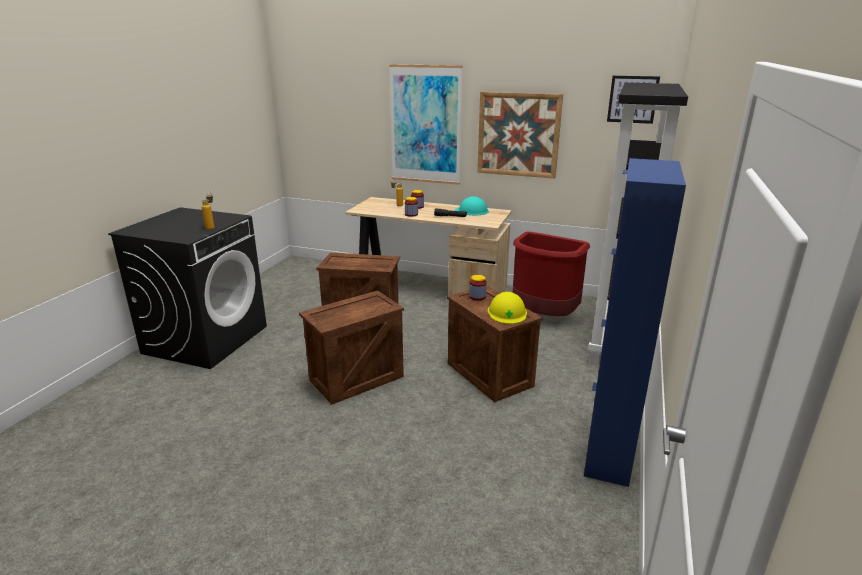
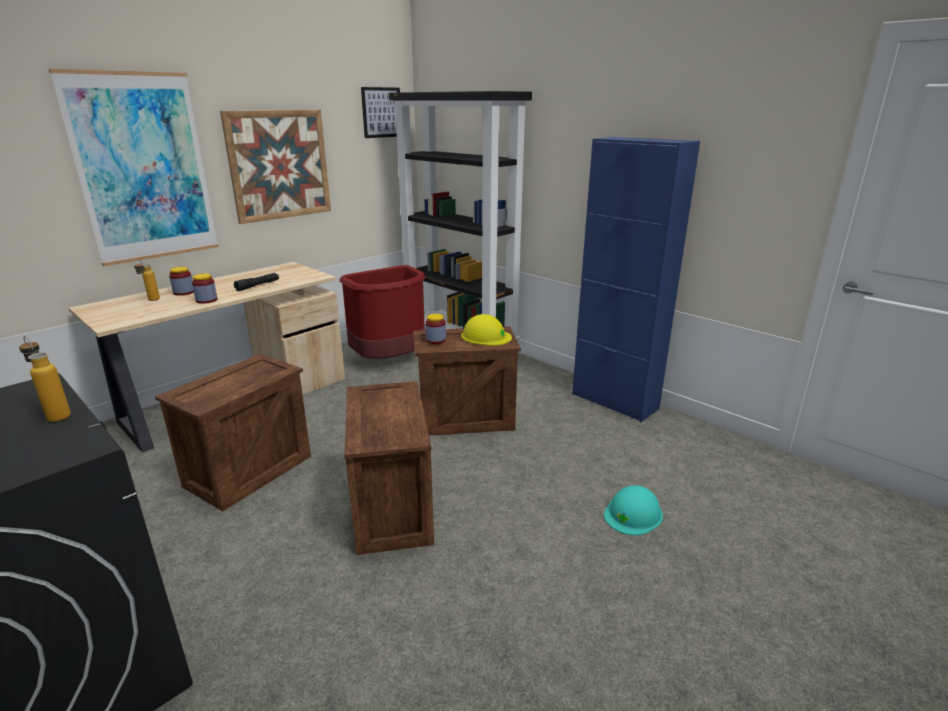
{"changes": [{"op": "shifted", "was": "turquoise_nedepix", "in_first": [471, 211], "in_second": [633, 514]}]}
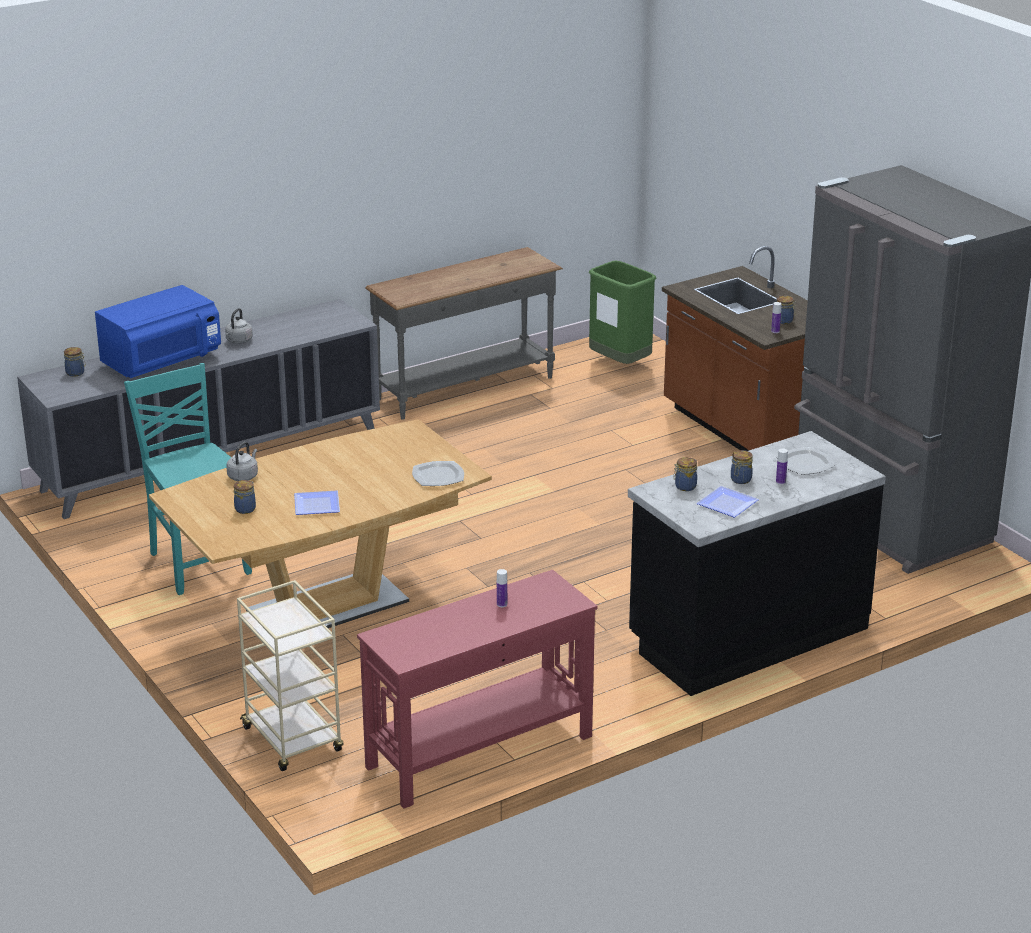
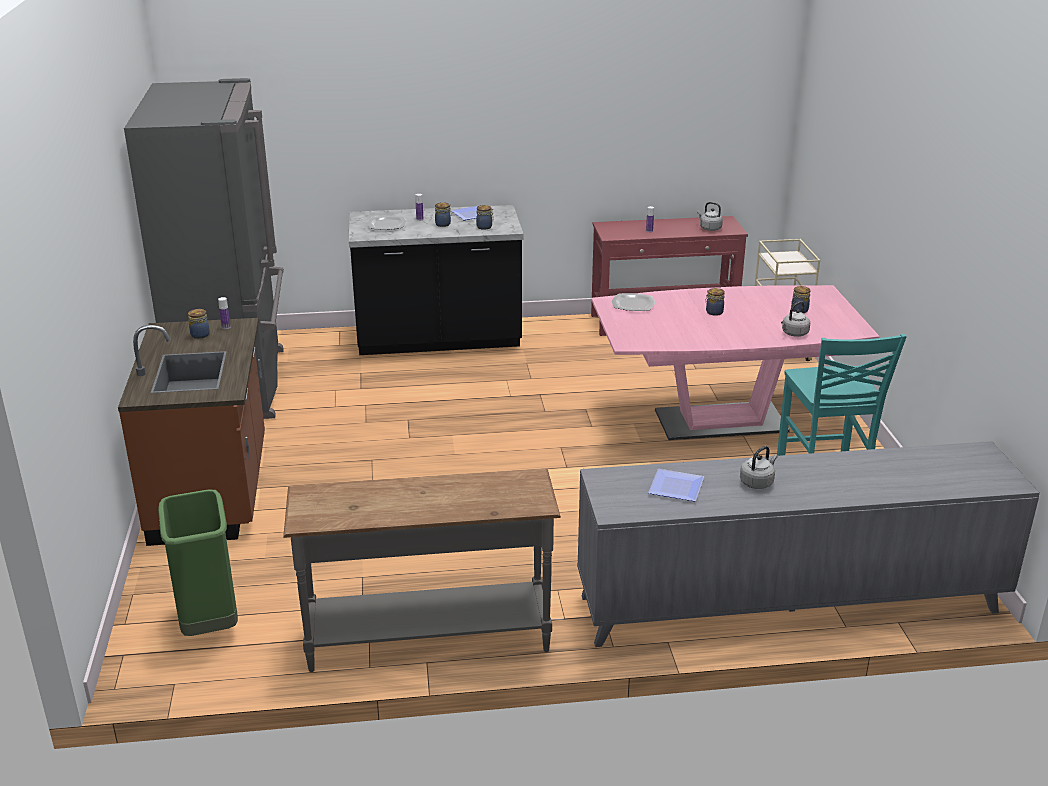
{"changes": [{"op": "gone", "was": "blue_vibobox", "in_first": [162, 361]}, {"op": "new", "now": "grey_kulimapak", "in_second": [709, 228]}, {"op": "shifted", "was": "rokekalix", "in_first": [76, 373], "in_second": [713, 312]}, {"op": "shifted", "was": "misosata", "in_first": [318, 506], "in_second": [674, 486]}, {"op": "repainted", "was": "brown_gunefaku", "now": "pink_gunefaku", "in_first": [327, 607], "in_second": [721, 421]}]}
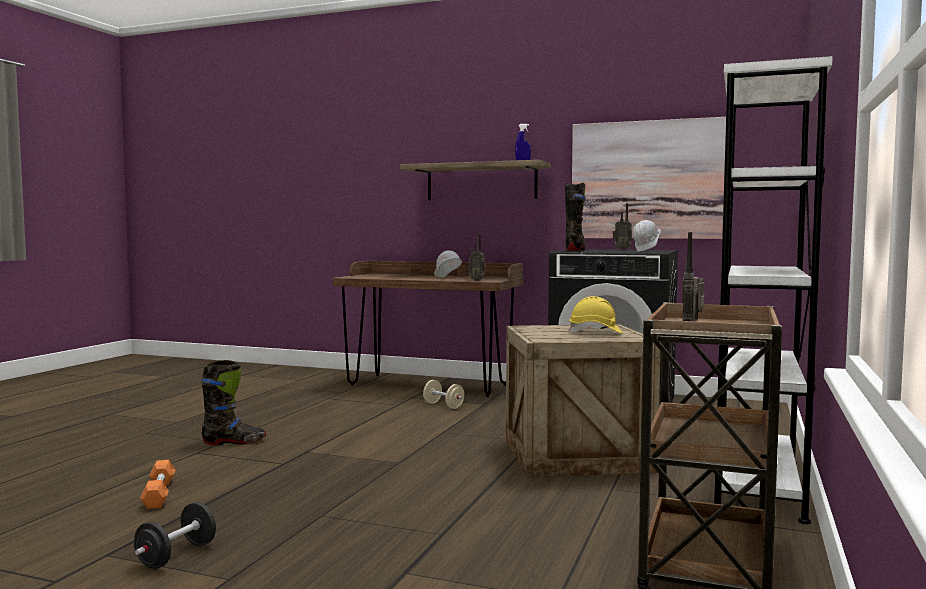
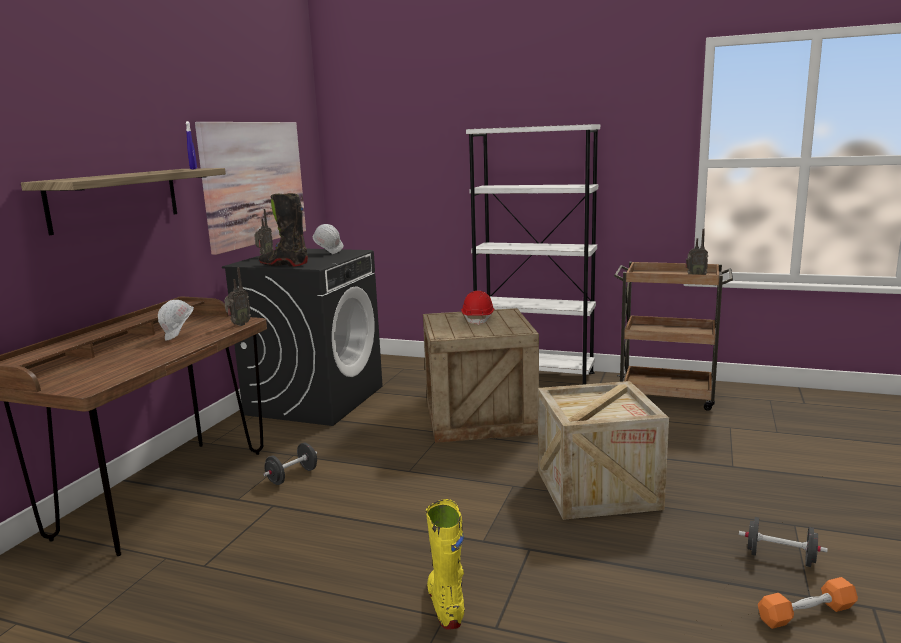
{"changes": [{"op": "new", "now": "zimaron", "in_second": [597, 489]}, {"op": "shifted", "was": "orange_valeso", "in_first": [159, 494], "in_second": [806, 613]}, {"op": "repainted", "was": "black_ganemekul", "now": "yellow_ganemekul", "in_first": [234, 442], "in_second": [446, 605]}, {"op": "repainted", "was": "beige_valeso", "now": "black_valeso", "in_first": [443, 406], "in_second": [292, 476]}, {"op": "repainted", "was": "yellow_nedepix", "now": "red_nedepix", "in_first": [595, 333], "in_second": [478, 319]}]}
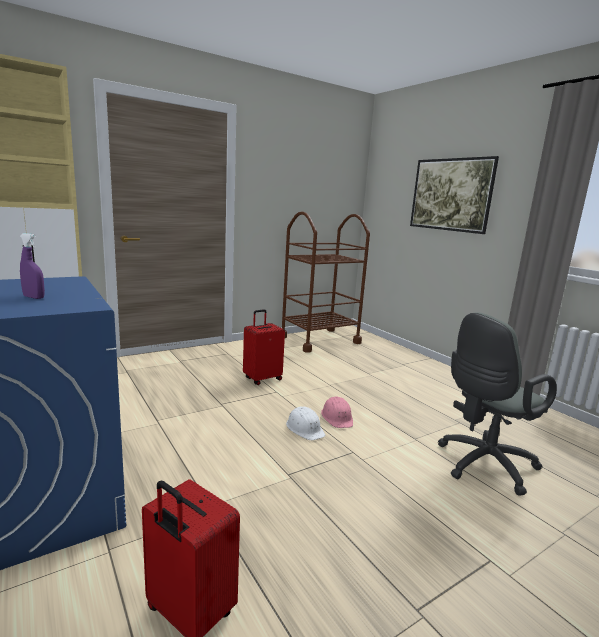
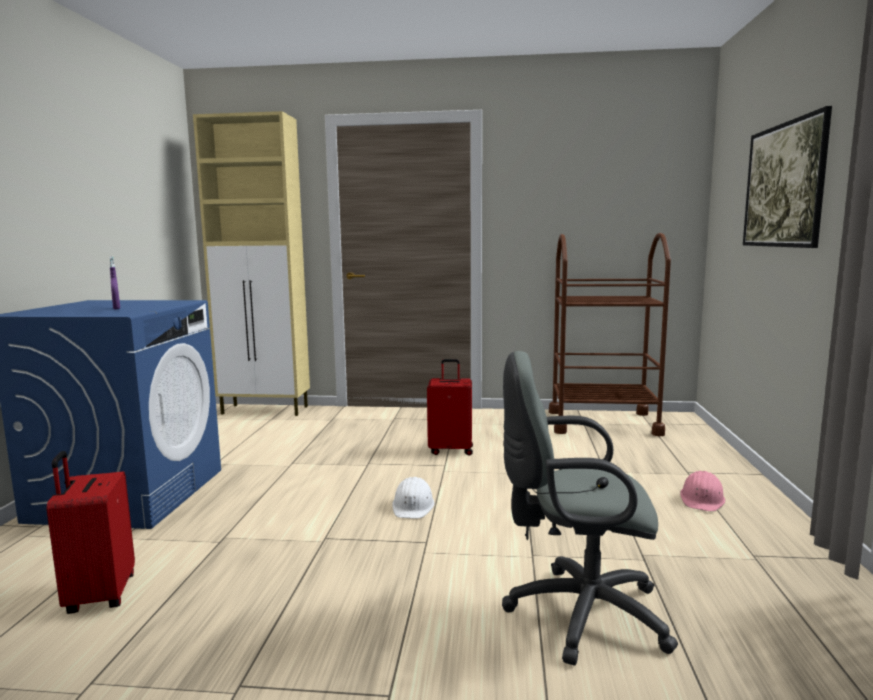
{"changes": [{"op": "shifted", "was": "pink_nedepix", "in_first": [337, 417], "in_second": [702, 499]}]}
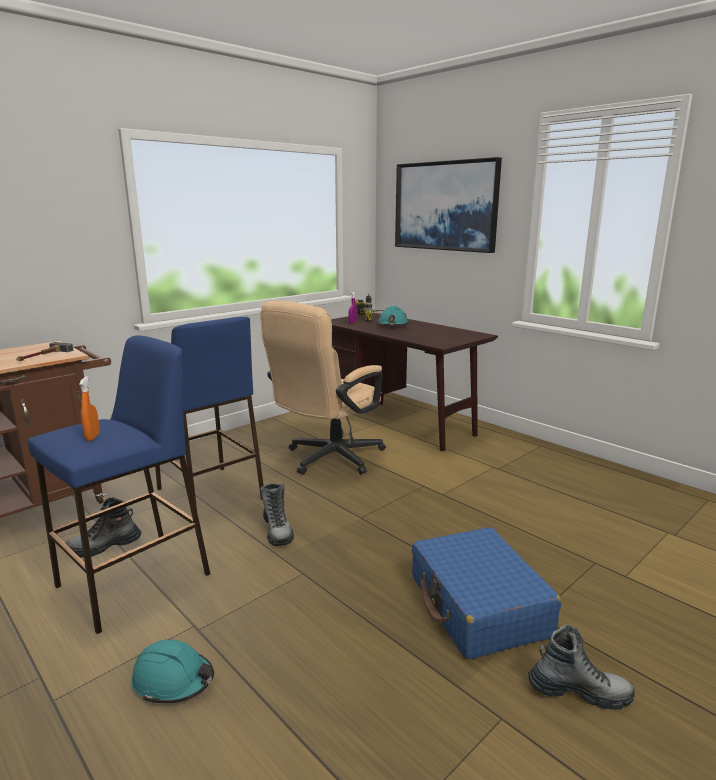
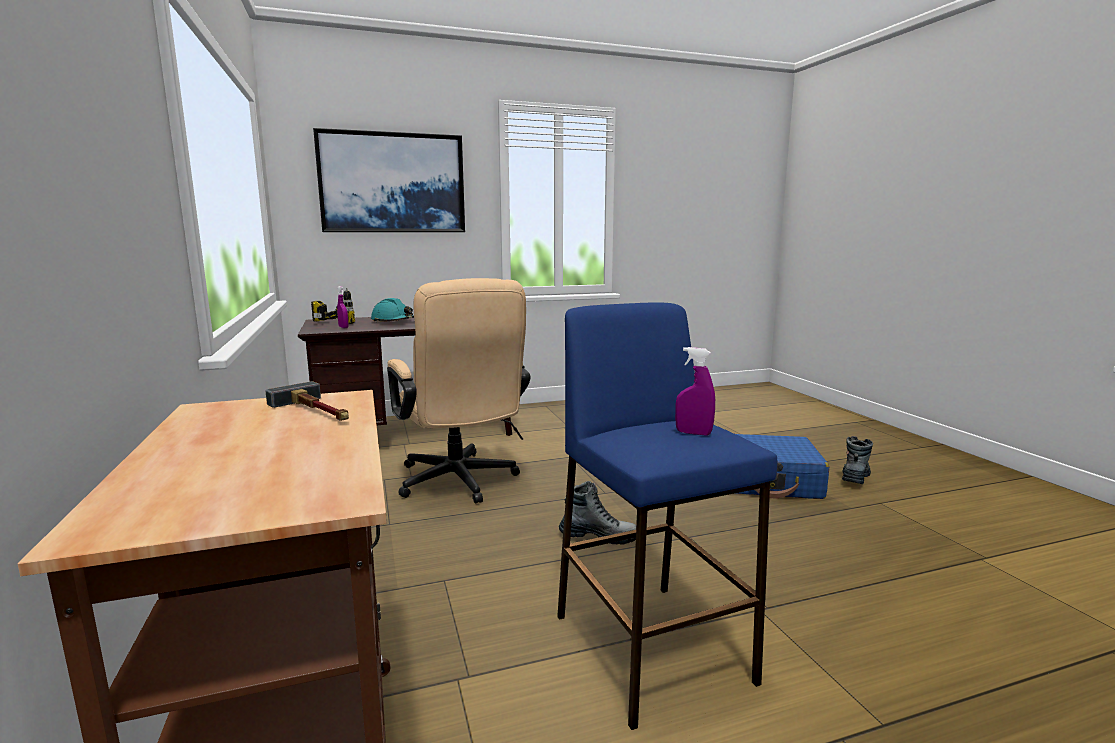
{"changes": [{"op": "gone", "was": "ganemekul", "in_first": [104, 546]}, {"op": "gone", "was": "turquoise_nedepix", "in_first": [173, 680]}, {"op": "gone", "was": "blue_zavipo", "in_first": [210, 494]}, {"op": "repainted", "was": "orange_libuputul", "now": "purple_libuputul", "in_first": [92, 437], "in_second": [693, 433]}]}
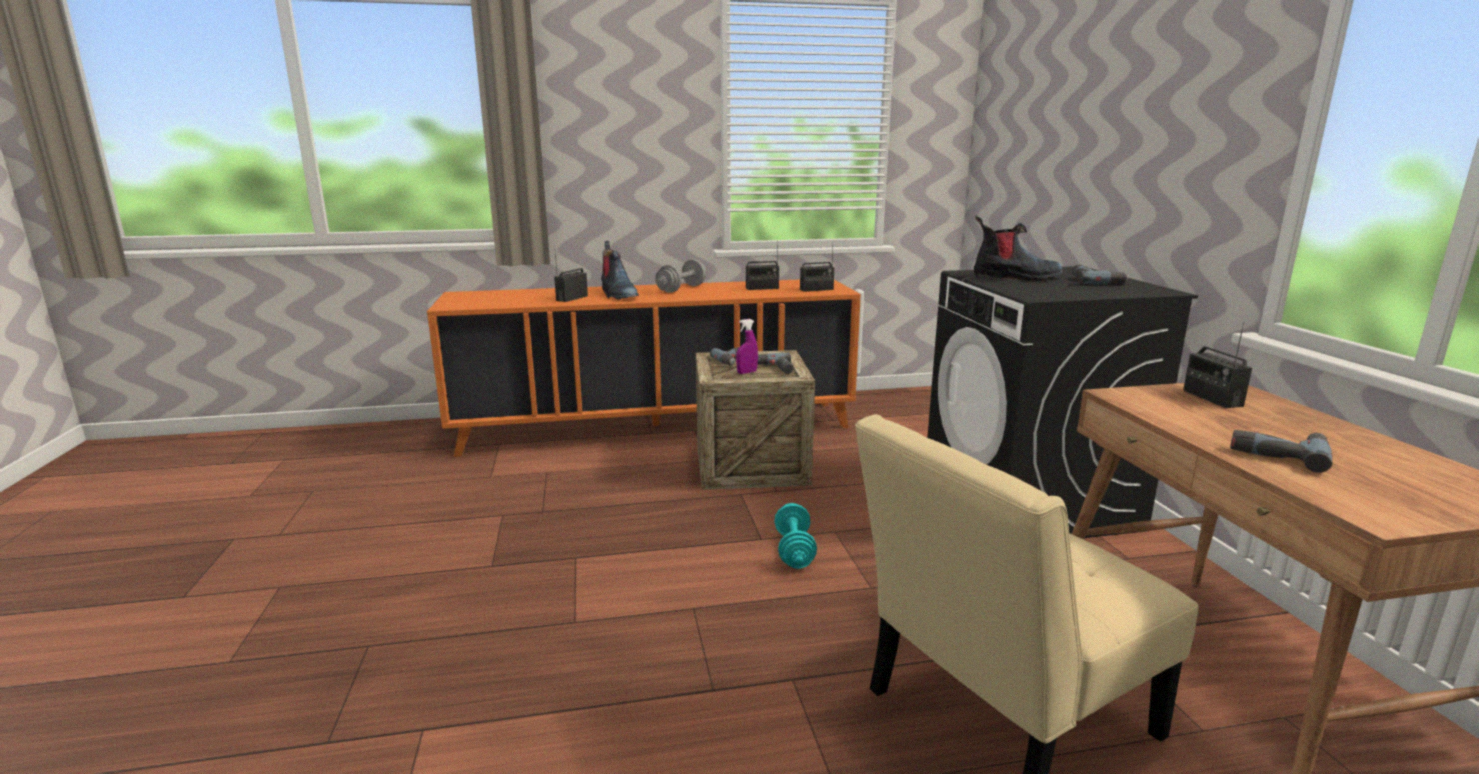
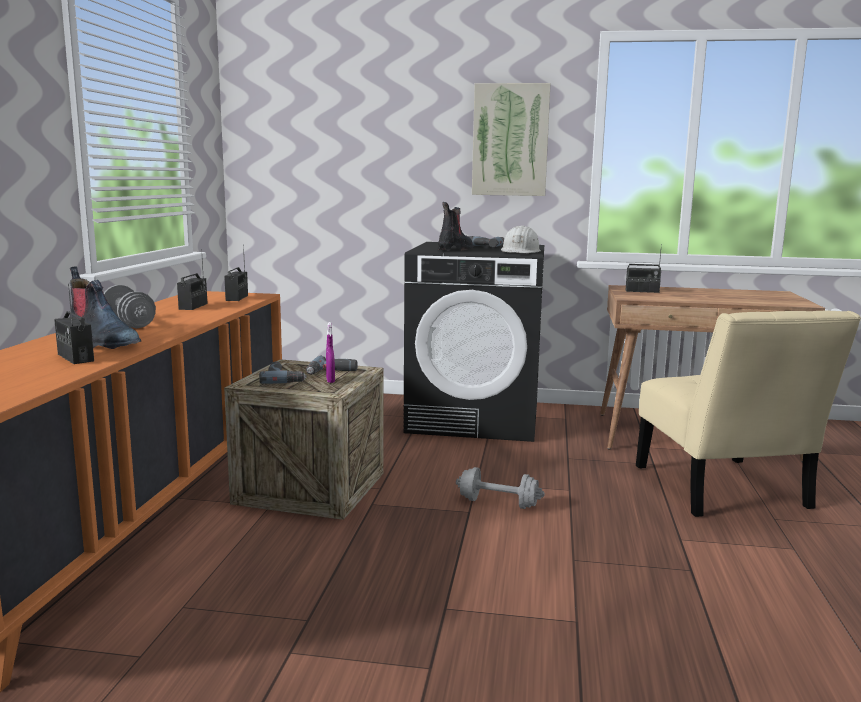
{"changes": [{"op": "gone", "was": "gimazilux", "in_first": [1278, 453]}, {"op": "new", "now": "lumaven", "in_second": [510, 140]}, {"op": "new", "now": "white_nedepix", "in_second": [520, 251]}, {"op": "repainted", "was": "turquoise_valeso", "now": "grey_valeso", "in_first": [794, 550], "in_second": [498, 503]}, {"op": "rotated", "was": "ganemekul", "in_first": [618, 294], "in_second": [102, 342], "clockwise": 45}]}
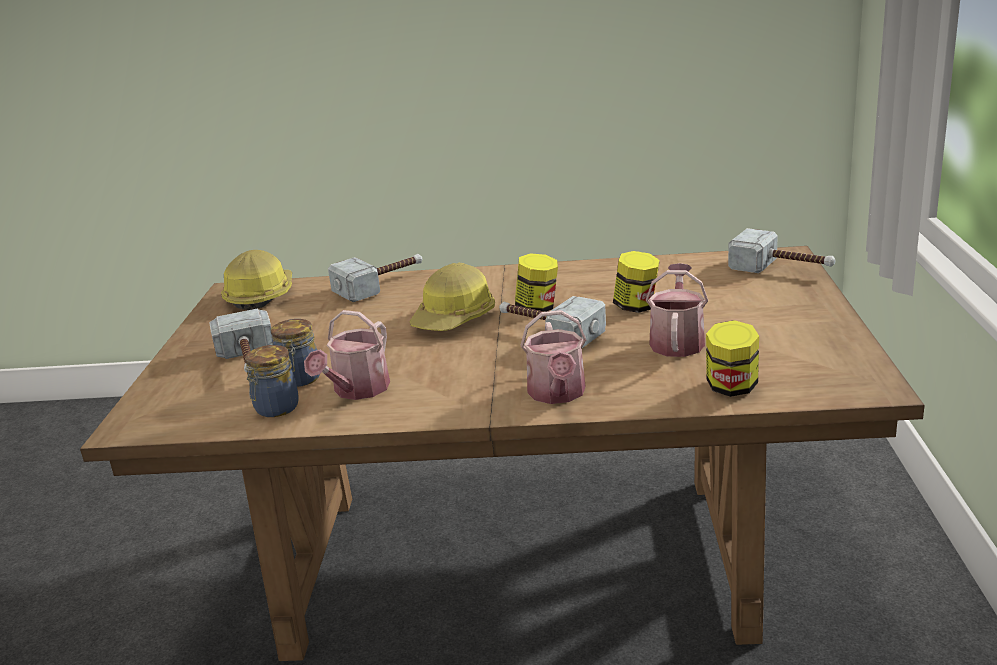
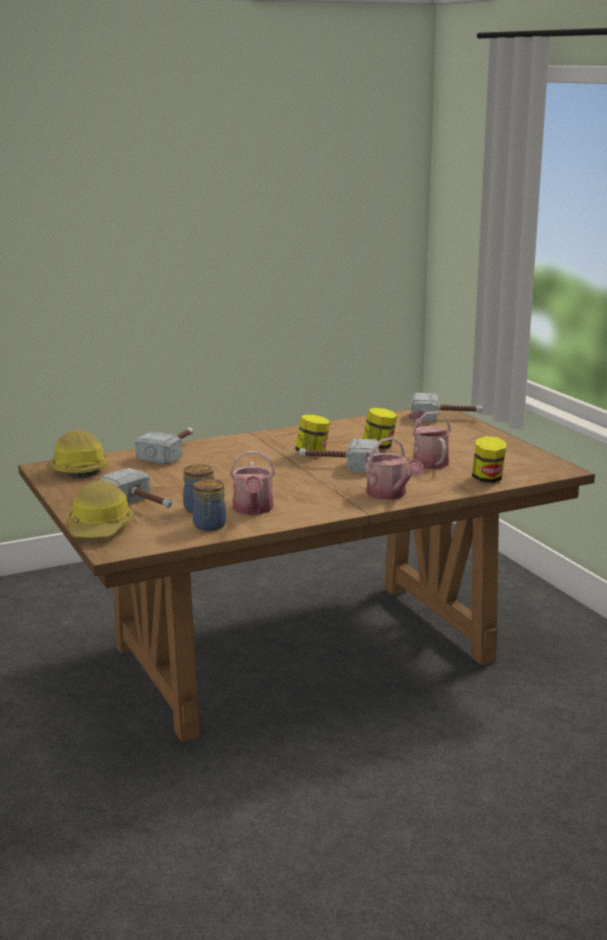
{"changes": [{"op": "shifted", "was": "nedepix", "in_first": [455, 318], "in_second": [100, 528]}]}
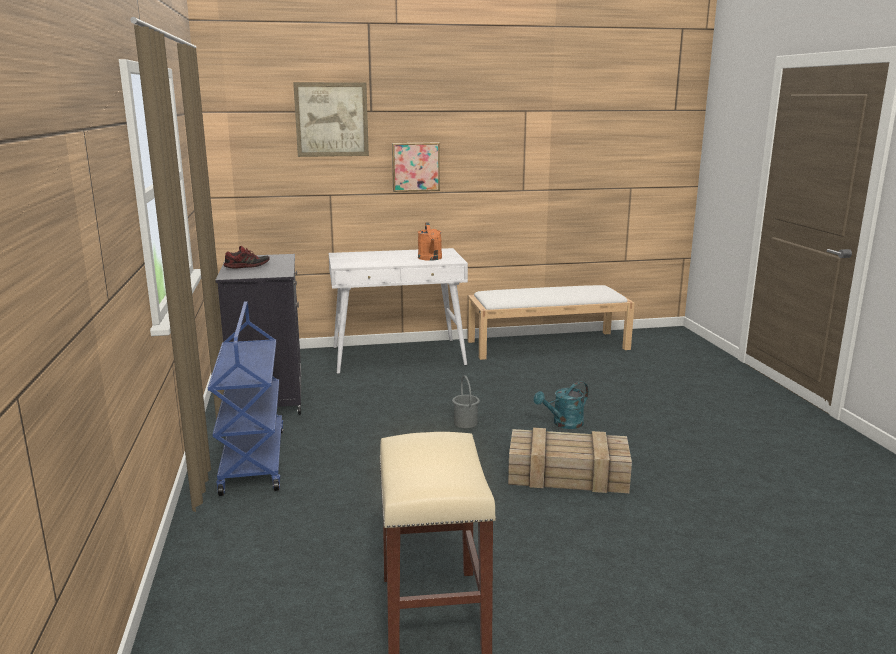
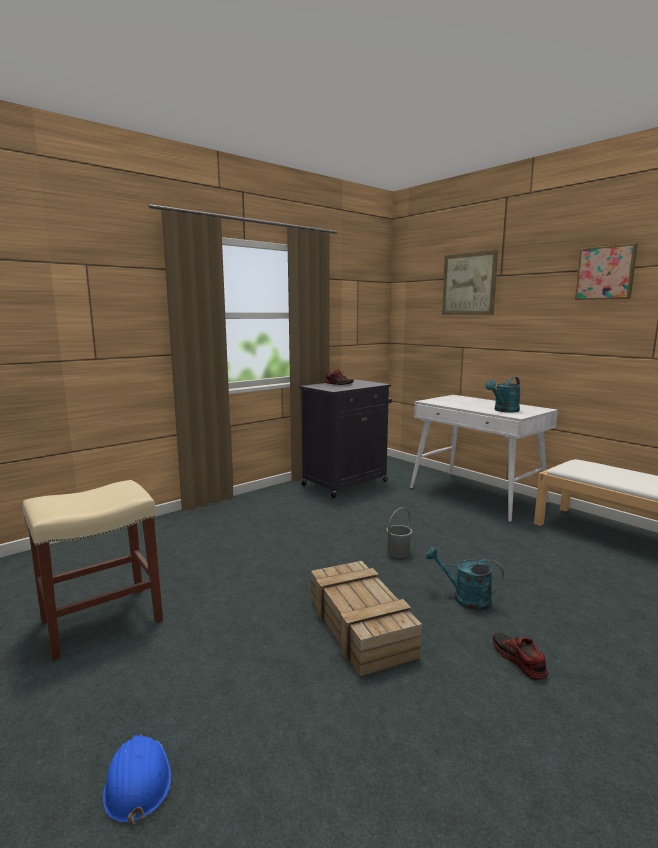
{"changes": [{"op": "gone", "was": "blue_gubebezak", "in_first": [252, 460]}, {"op": "new", "now": "blue_nedepix", "in_second": [137, 782]}, {"op": "new", "now": "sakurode", "in_second": [518, 660]}, {"op": "shifted", "was": "lumaven", "in_first": [415, 166], "in_second": [606, 273]}, {"op": "repainted", "was": "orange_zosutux", "now": "turquoise_zosutux", "in_first": [430, 259], "in_second": [504, 410]}]}
